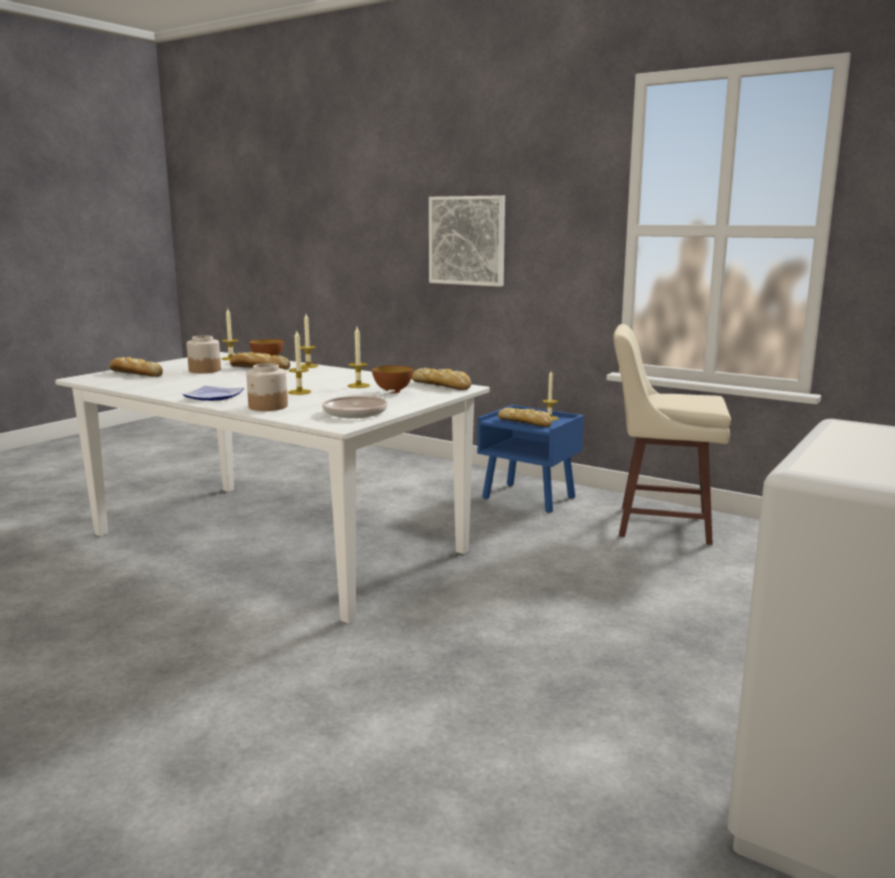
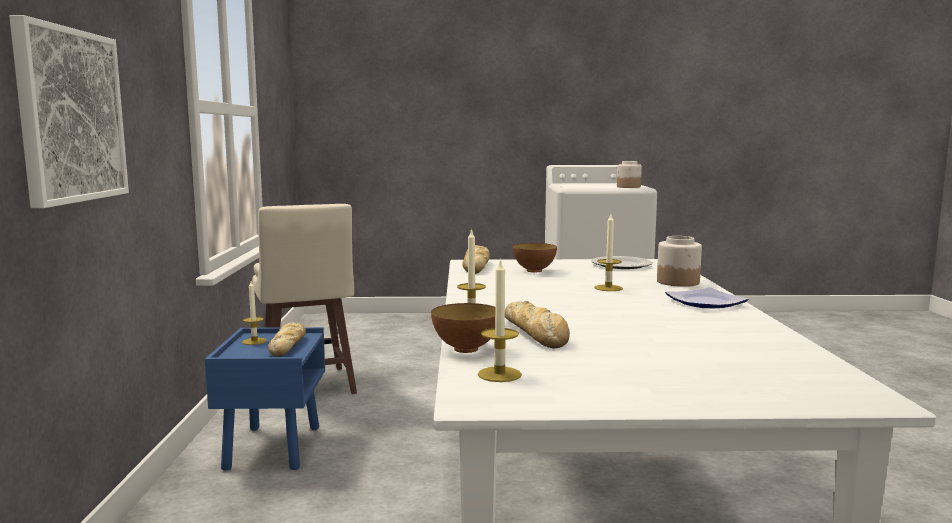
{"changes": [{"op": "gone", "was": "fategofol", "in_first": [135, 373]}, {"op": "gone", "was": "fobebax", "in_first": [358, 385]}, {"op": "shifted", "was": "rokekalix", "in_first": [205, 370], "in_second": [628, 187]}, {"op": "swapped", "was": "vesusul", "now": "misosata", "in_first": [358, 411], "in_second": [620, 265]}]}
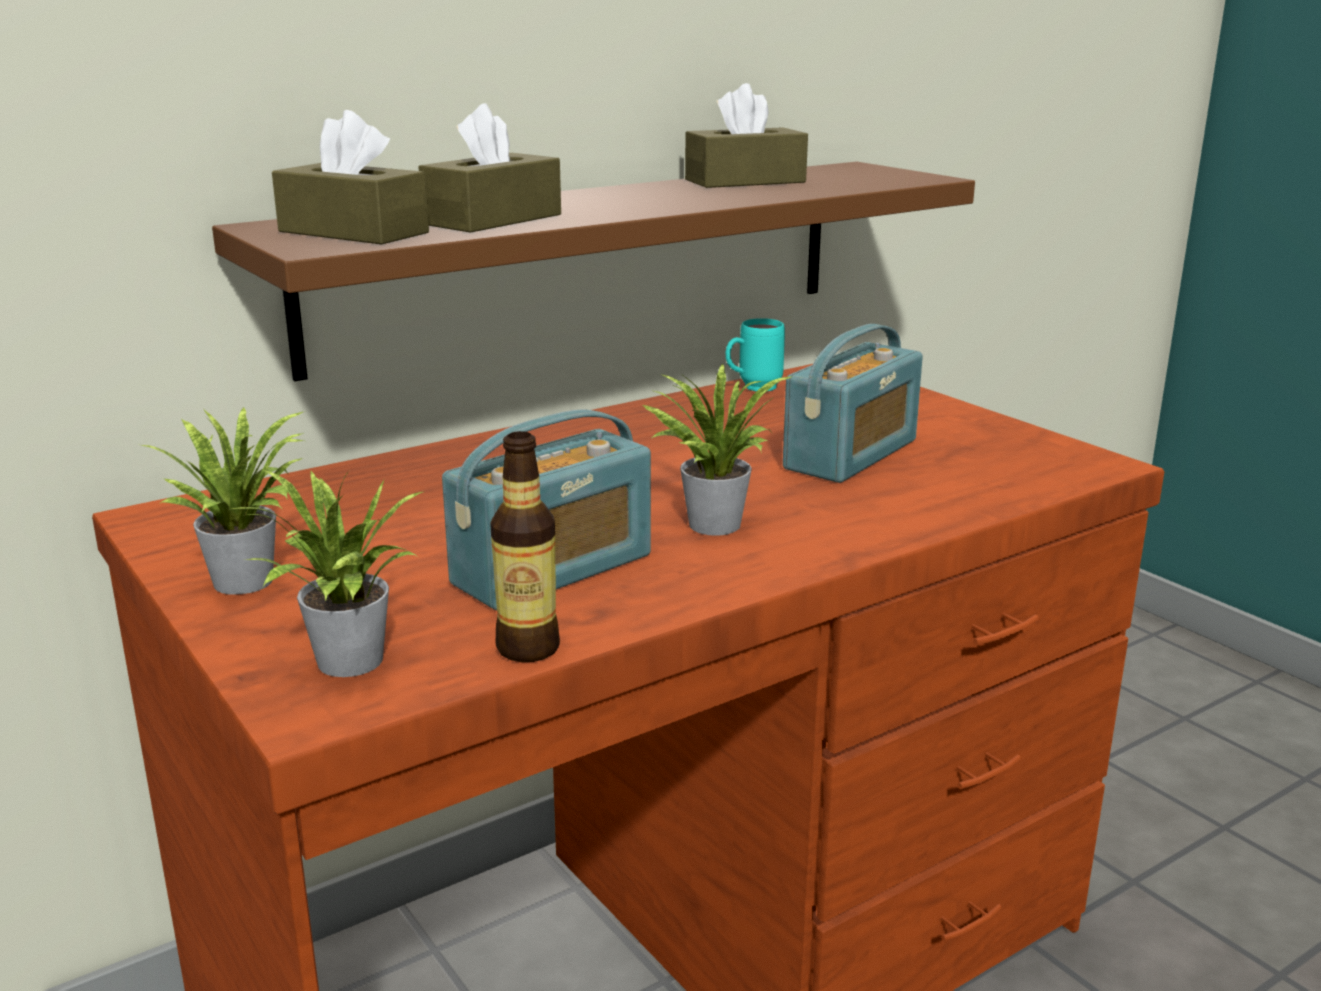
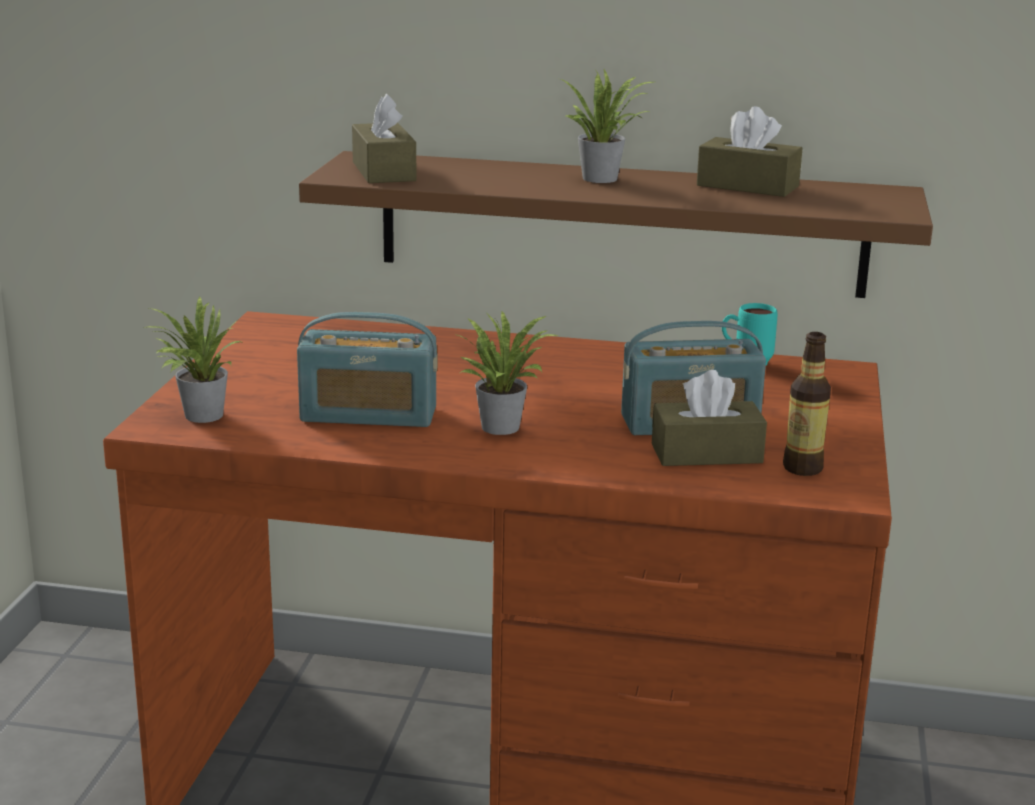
{"changes": [{"op": "shifted", "was": "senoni", "in_first": [247, 578], "in_second": [604, 178]}, {"op": "shifted", "was": "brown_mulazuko", "in_first": [493, 219], "in_second": [706, 453]}, {"op": "shifted", "was": "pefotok", "in_first": [528, 648], "in_second": [802, 468]}]}
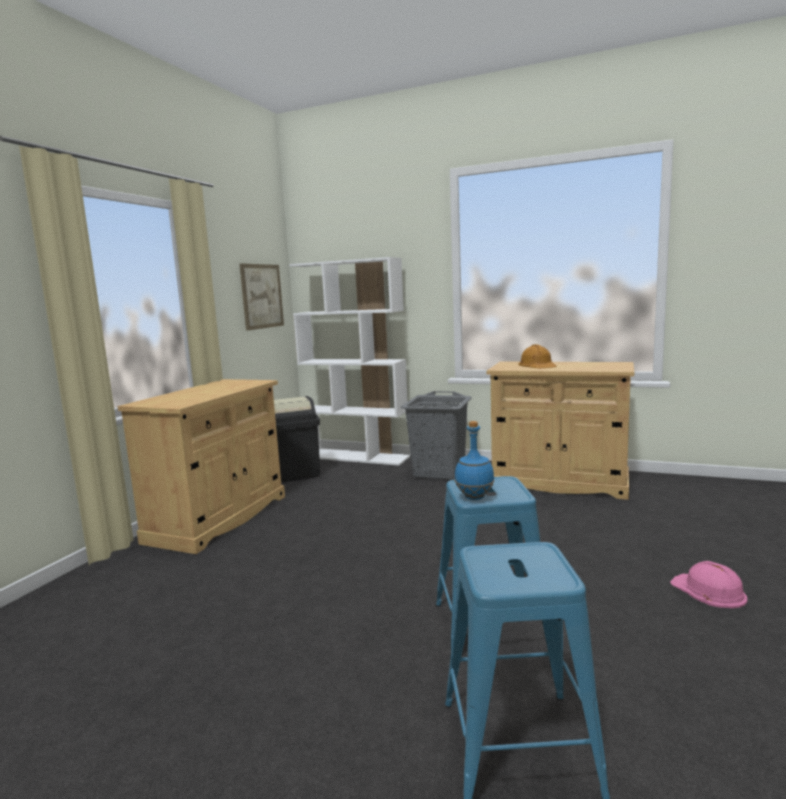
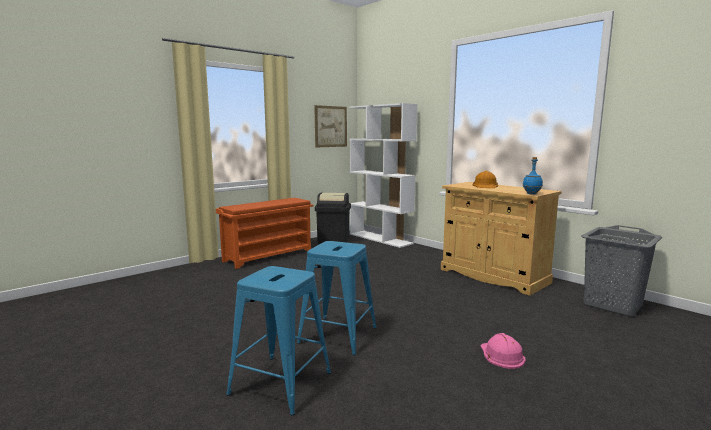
{"changes": [{"op": "shifted", "was": "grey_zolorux", "in_first": [439, 472], "in_second": [613, 305]}, {"op": "shifted", "was": "blue_pefotok", "in_first": [474, 497], "in_second": [531, 194]}, {"op": "swapped", "was": "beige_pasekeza", "now": "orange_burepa", "in_first": [219, 518], "in_second": [268, 256]}]}
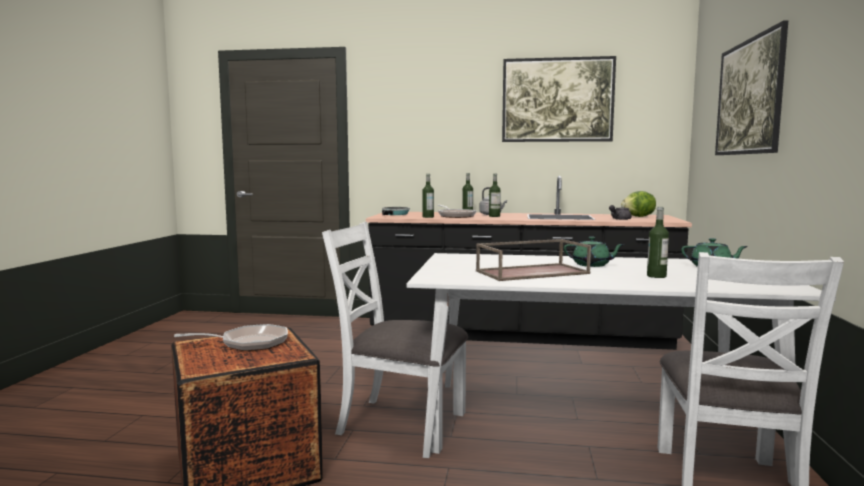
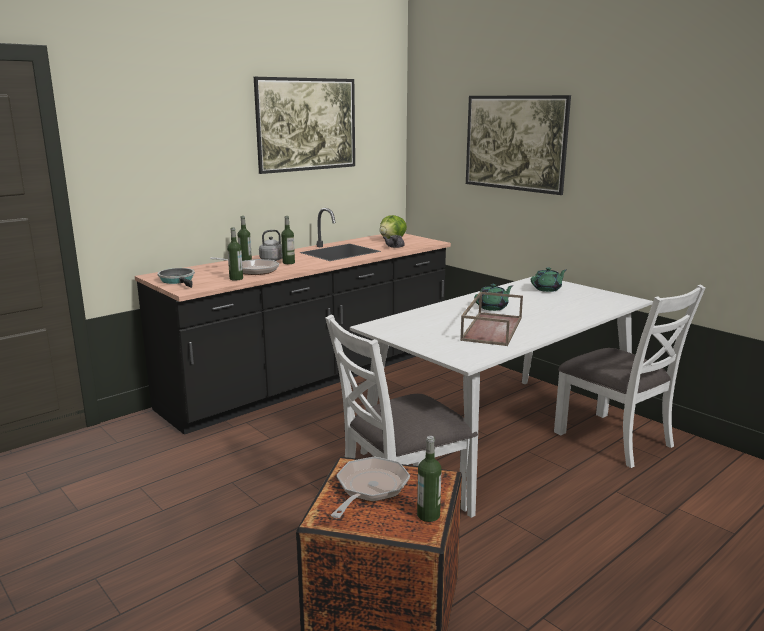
{"changes": [{"op": "shifted", "was": "pefotok", "in_first": [656, 276], "in_second": [428, 515]}]}
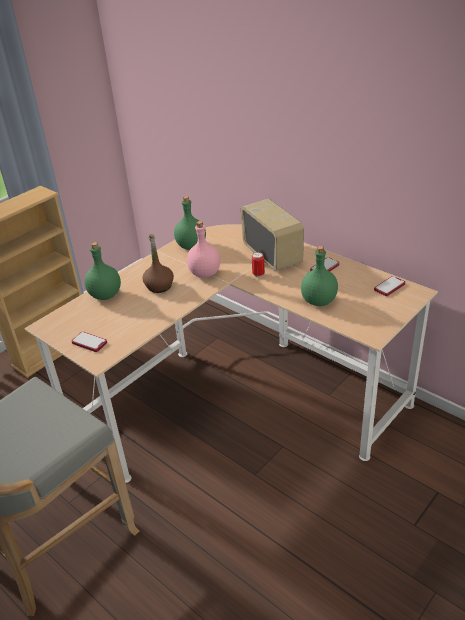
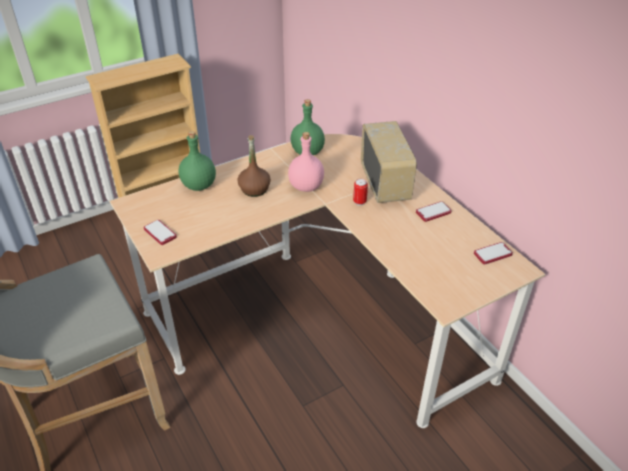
{"changes": [{"op": "gone", "was": "green_pefotok", "in_first": [318, 301]}]}
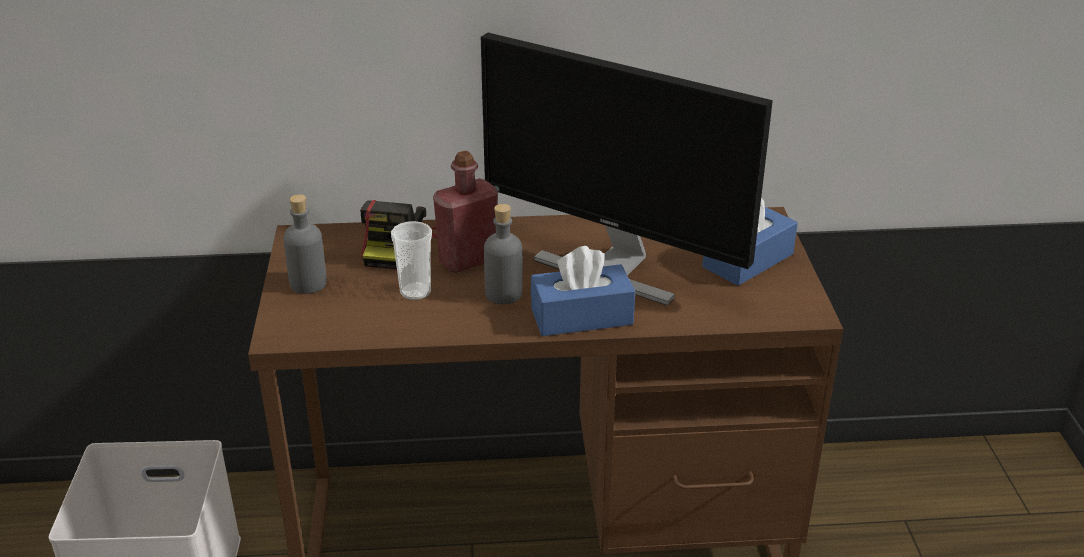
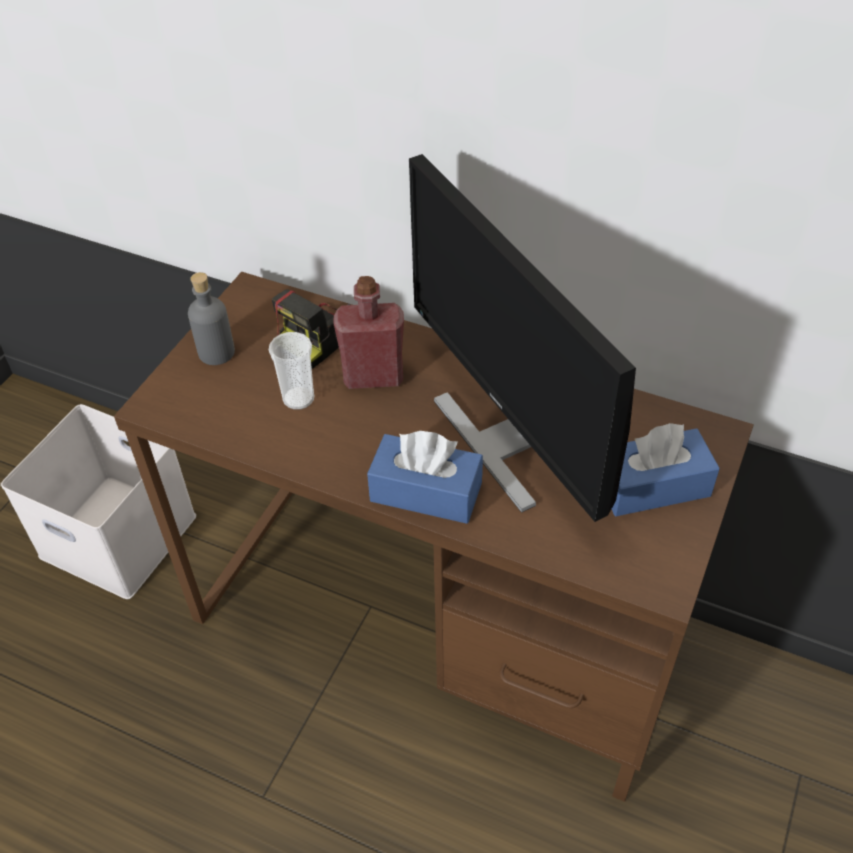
{"changes": [{"op": "gone", "was": "grey_pefotok", "in_first": [503, 294]}]}
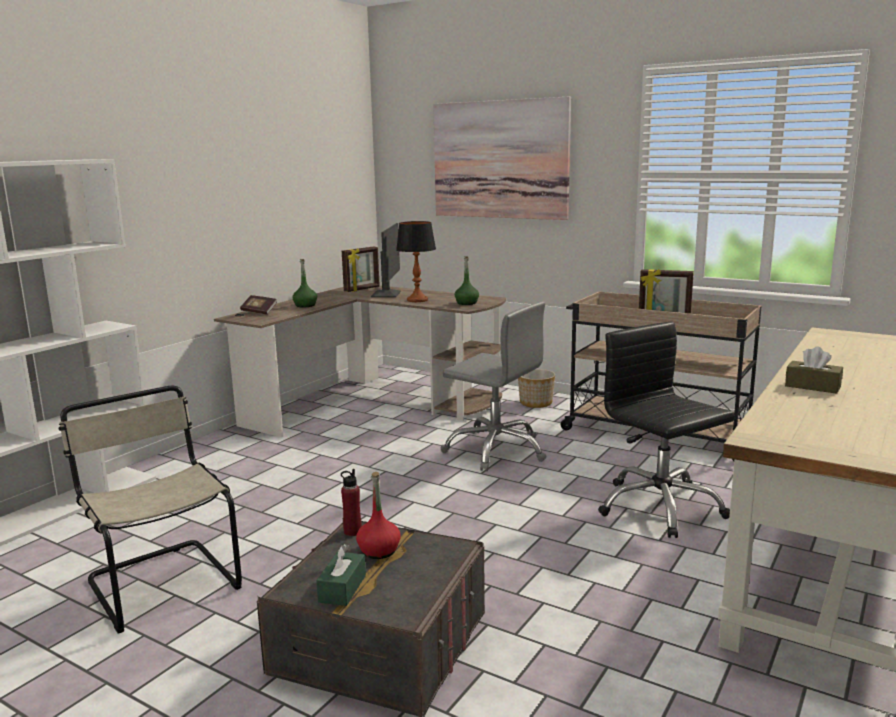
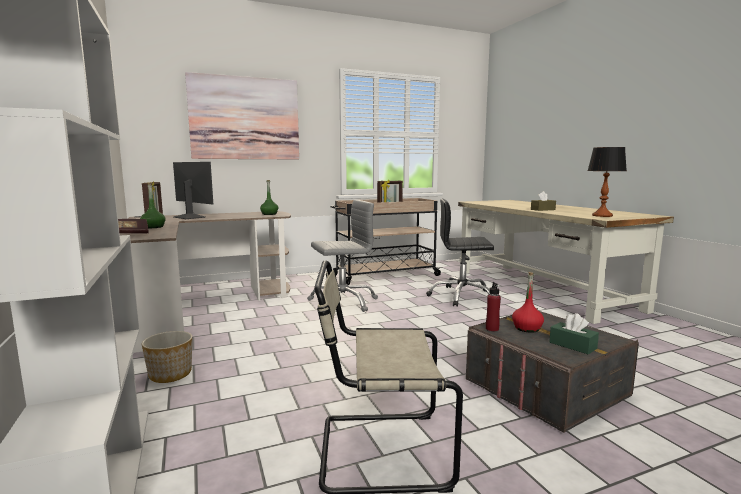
{"changes": [{"op": "shifted", "was": "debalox", "in_first": [417, 300], "in_second": [602, 215]}, {"op": "shifted", "was": "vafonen", "in_first": [536, 403], "in_second": [170, 374]}]}
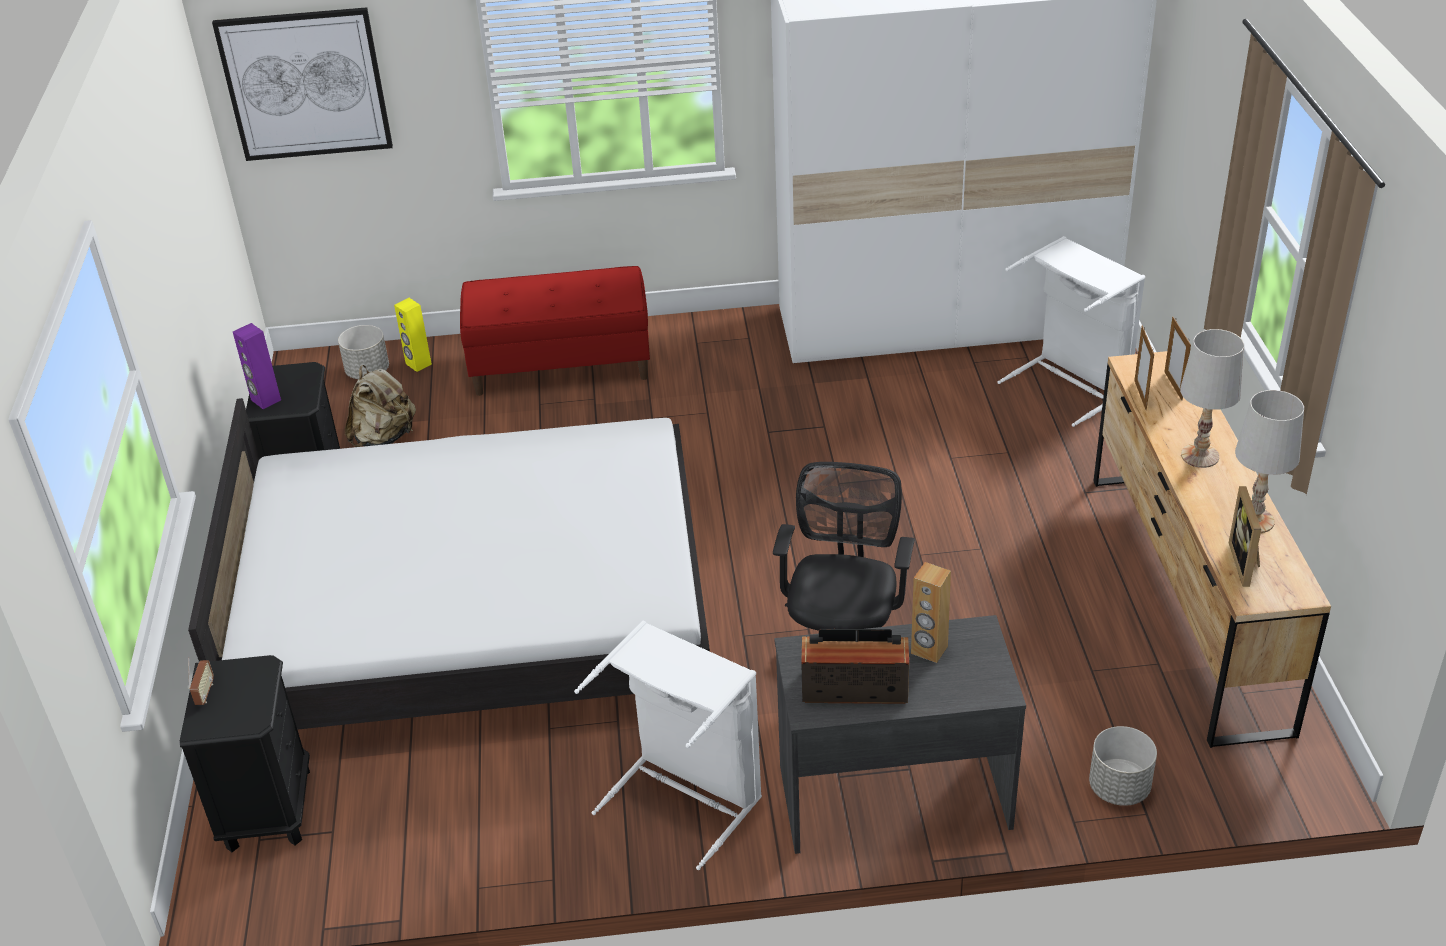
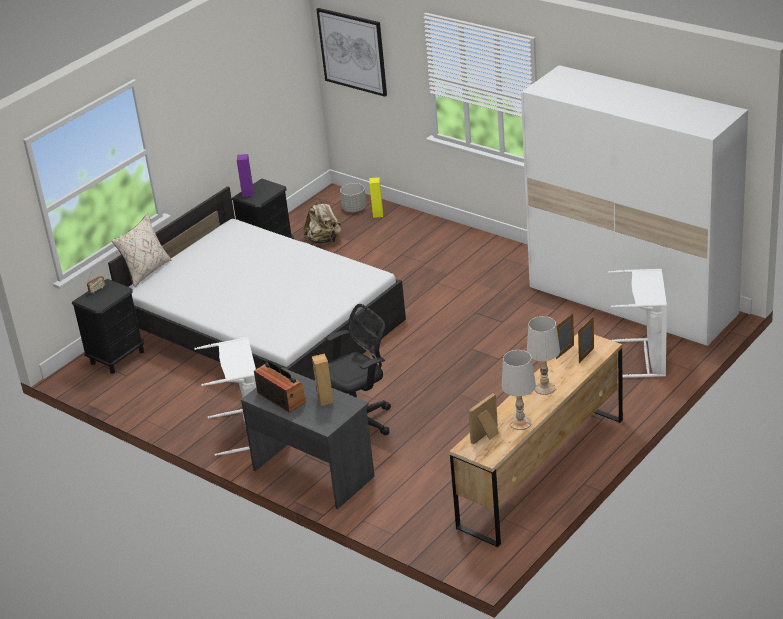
{"changes": [{"op": "gone", "was": "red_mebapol", "in_first": [561, 365]}, {"op": "gone", "was": "grey_vafonen", "in_first": [1119, 788]}, {"op": "new", "now": "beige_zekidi", "in_second": [146, 271]}]}
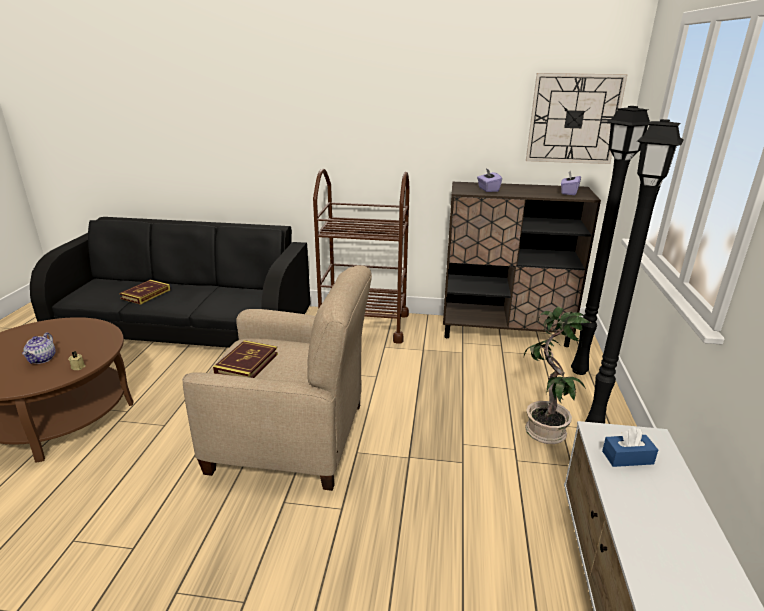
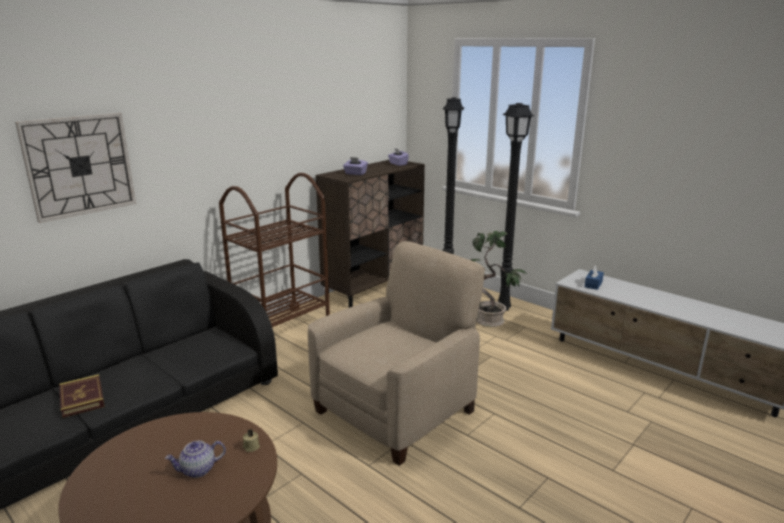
{"changes": [{"op": "gone", "was": "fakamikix", "in_first": [247, 364]}, {"op": "shifted", "was": "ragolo", "in_first": [573, 119], "in_second": [79, 165]}, {"op": "rotated", "was": "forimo", "in_first": [42, 359], "in_second": [198, 470], "clockwise": 120}]}
